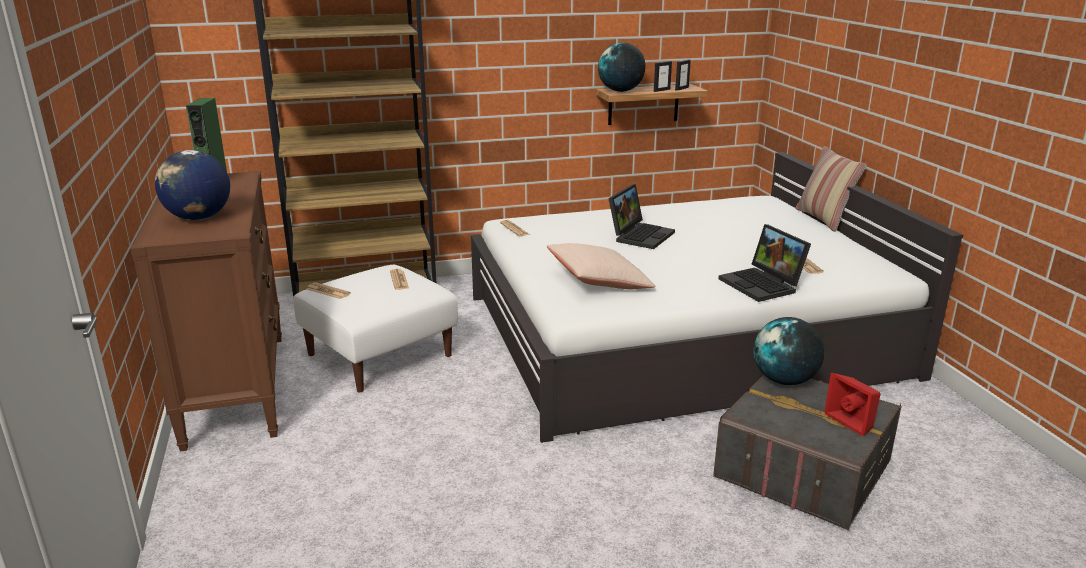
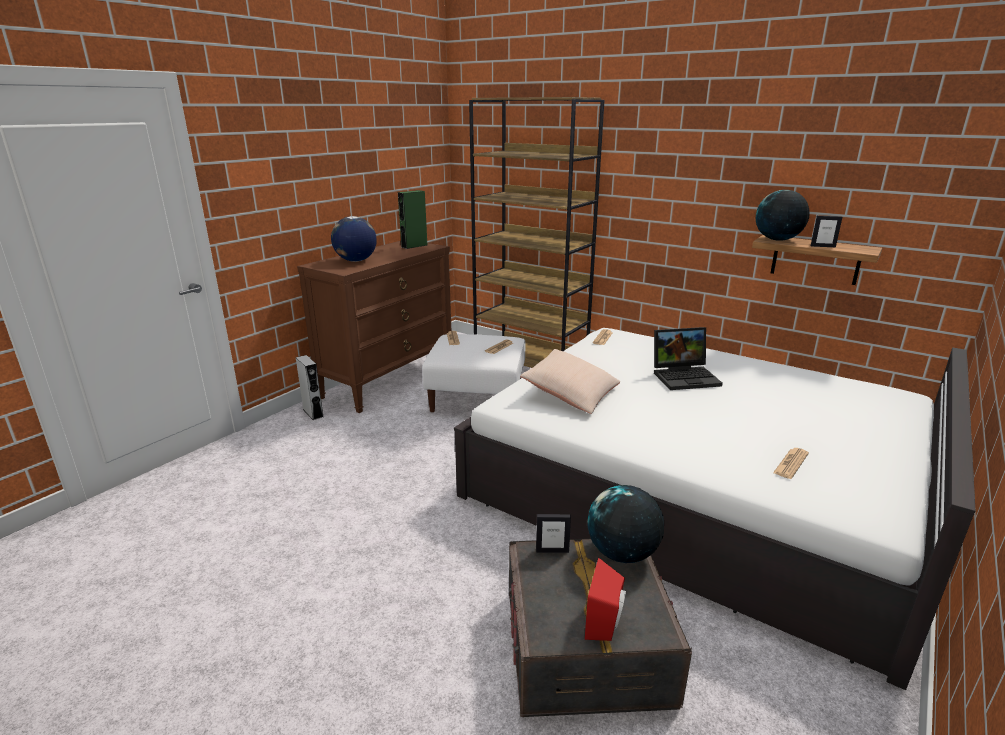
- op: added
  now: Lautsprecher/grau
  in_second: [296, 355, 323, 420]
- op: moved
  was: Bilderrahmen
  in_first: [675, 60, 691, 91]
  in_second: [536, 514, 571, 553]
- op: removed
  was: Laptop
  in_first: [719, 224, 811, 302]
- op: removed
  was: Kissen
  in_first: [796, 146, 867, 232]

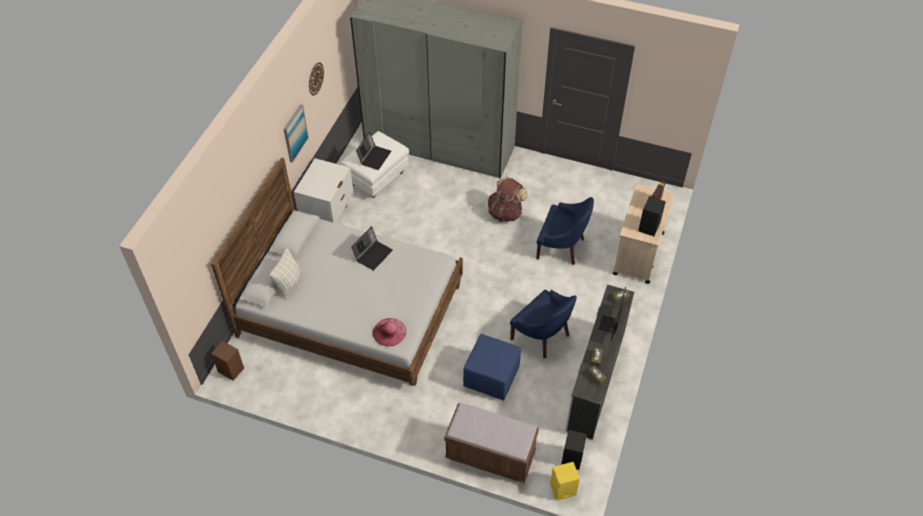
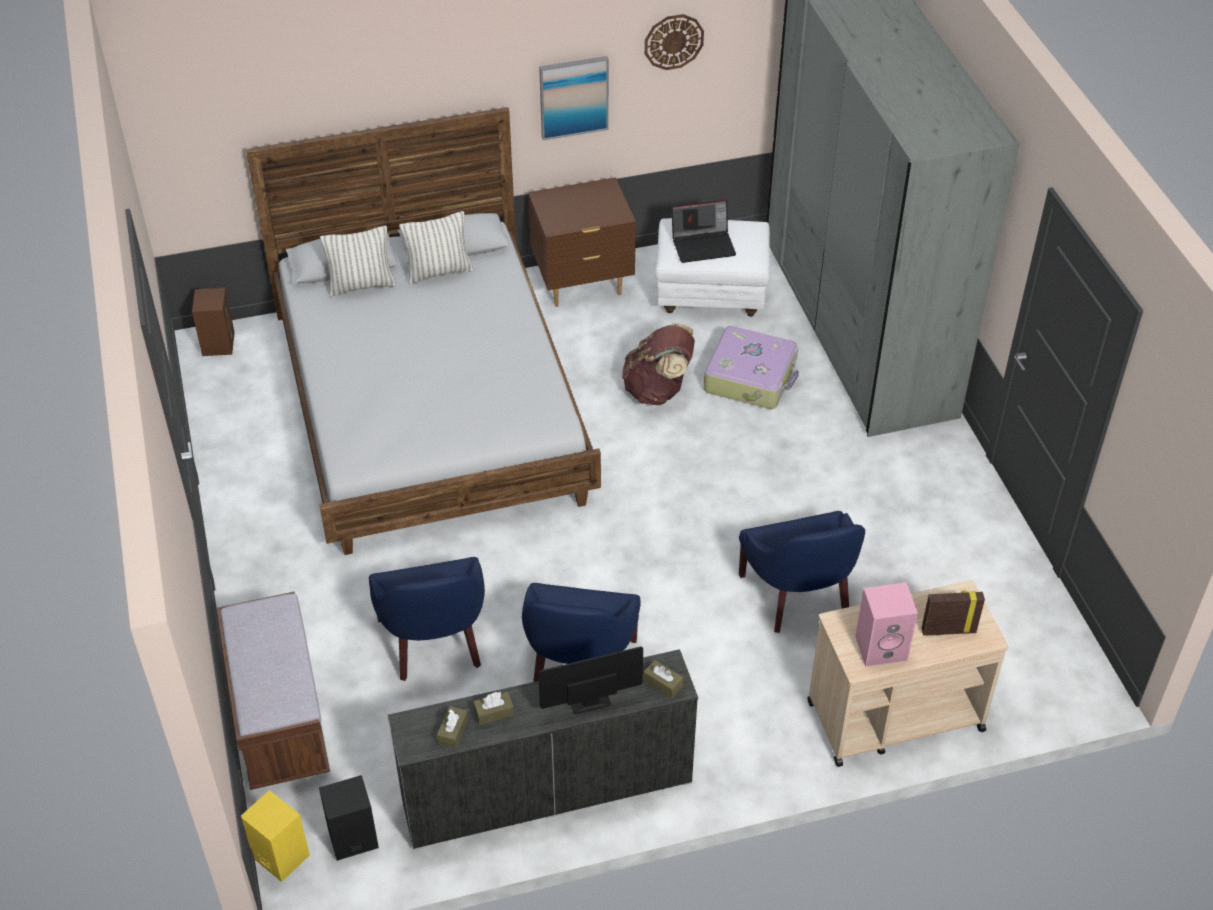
- op: replaced
  was: Polsterhocker/blau
  now: Sessel/blau
  in_first: [463, 334, 521, 401]
  in_second: [369, 557, 485, 681]
- op: added
  now: Kissen
  in_second: [399, 211, 473, 284]
- op: recoloured
  was: Nachttisch/weiß
  now: Nachttisch/braun
  in_first: [294, 158, 353, 223]
  in_second: [528, 177, 636, 307]
- op: moved
  was: Rucksack/braun
  in_first: [488, 177, 528, 222]
  in_second: [622, 323, 695, 405]
- op: added
  now: Koffer
  in_second: [704, 326, 799, 409]
- op: recoloured
  was: Lautsprecher/schwarz
  now: Lautsprecher/rosa
  in_first: [638, 196, 666, 236]
  in_second: [855, 582, 918, 667]
- op: removed
  was: Laptop
  in_first: [351, 226, 393, 271]
- op: removed
  was: Hut/rosa
  in_first: [373, 318, 407, 346]

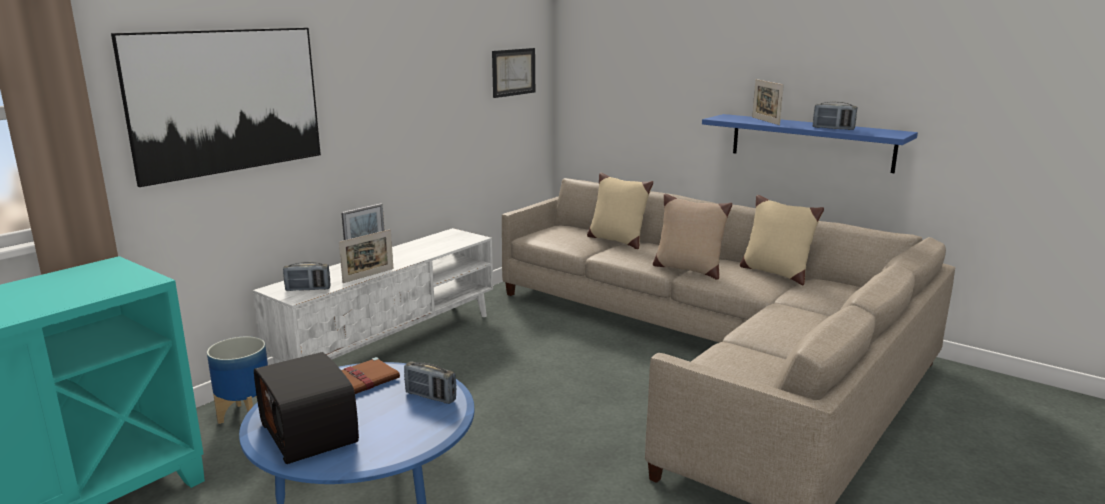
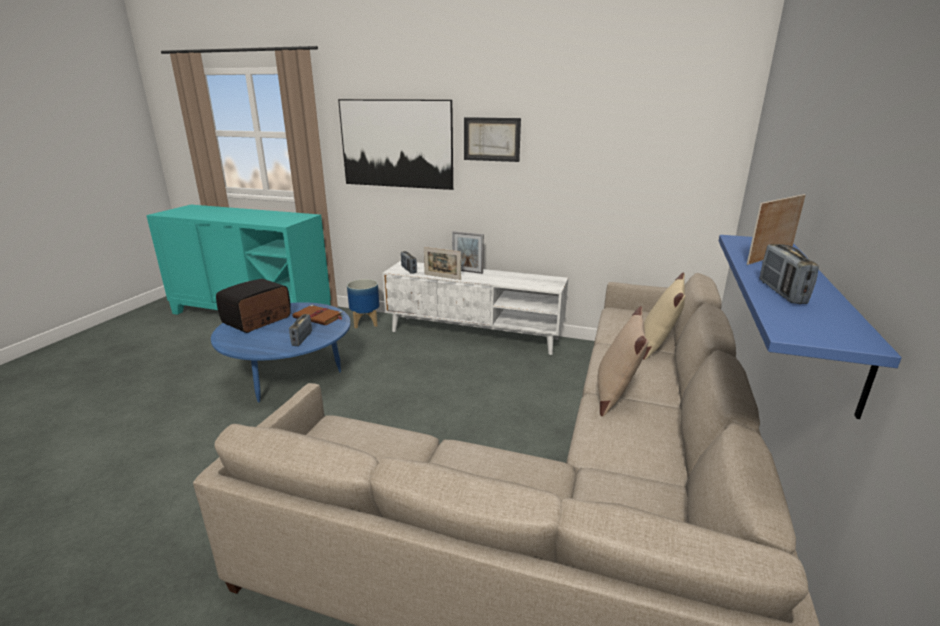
- op: moved
  was: Bild
  in_first: [492, 48, 535, 98]
  in_second: [464, 117, 521, 162]
- op: removed
  was: Kissen/beige
  in_first: [740, 195, 824, 285]

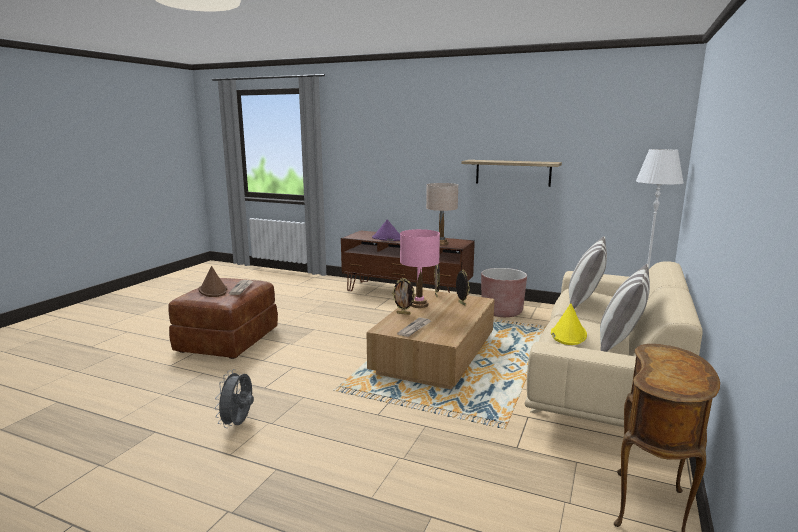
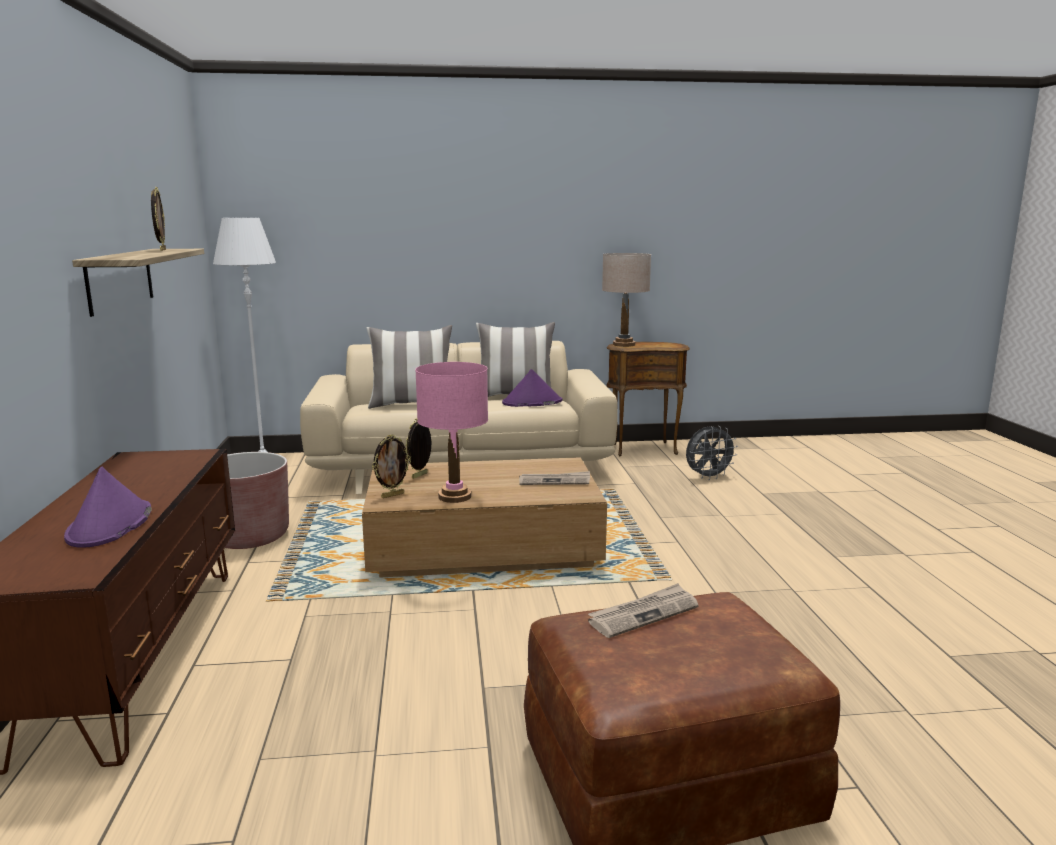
- op: moved
  was: Bilderrahmen
  in_first: [392, 278, 416, 315]
  in_second: [151, 187, 166, 251]
- op: recoloured
  was: Hut/gelb
  now: Hut/lila
  in_first: [551, 303, 587, 345]
  in_second: [502, 369, 562, 407]
- op: moved
  was: Tischlampe/beige
  in_first: [426, 183, 458, 245]
  in_second: [602, 253, 651, 347]
- op: moved
  was: Ventilator/grau
  in_first: [214, 369, 254, 428]
  in_second: [686, 426, 738, 480]
- op: removed
  was: Hut/braun
  in_first: [199, 266, 228, 297]

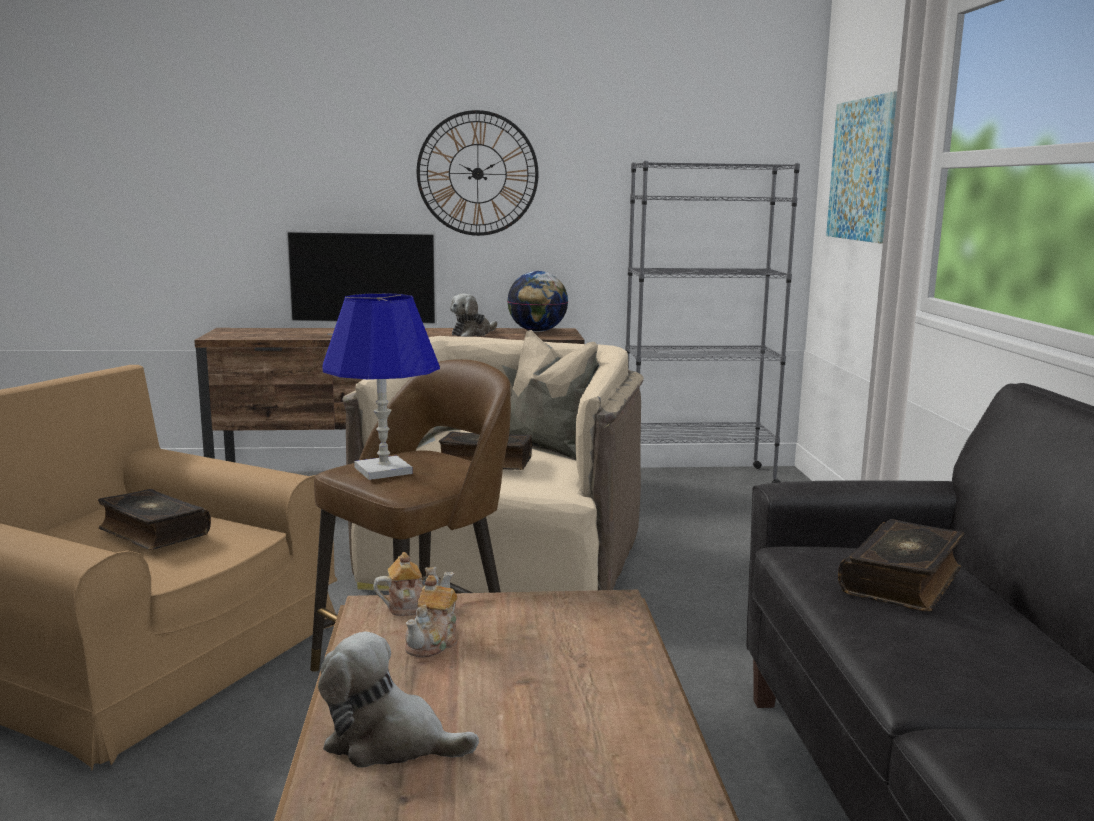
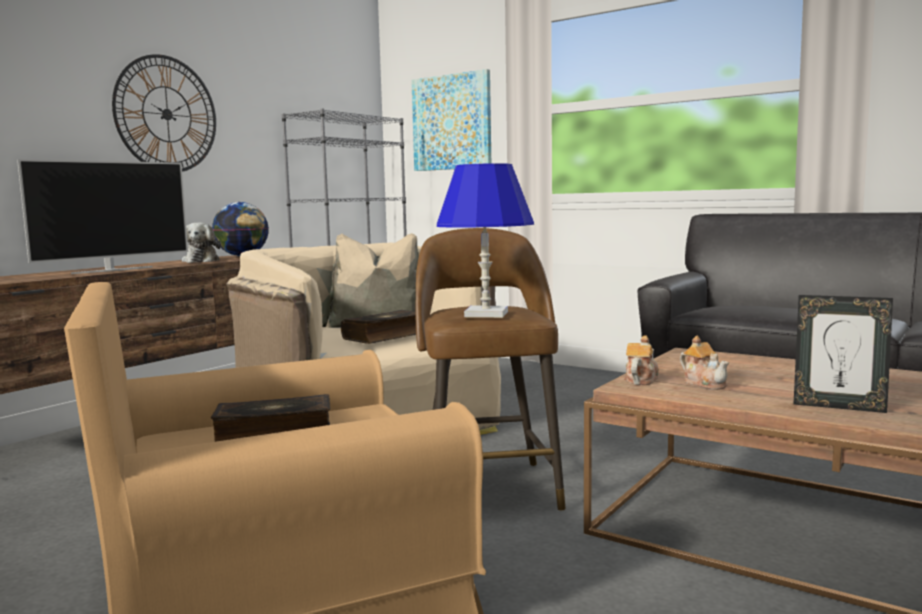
- op: replaced
  was: Plüschtier
  now: Bilderrahmen
  in_first: [318, 632, 479, 768]
  in_second: [794, 295, 893, 413]
- op: removed
  was: Buch
  in_first: [838, 519, 964, 611]

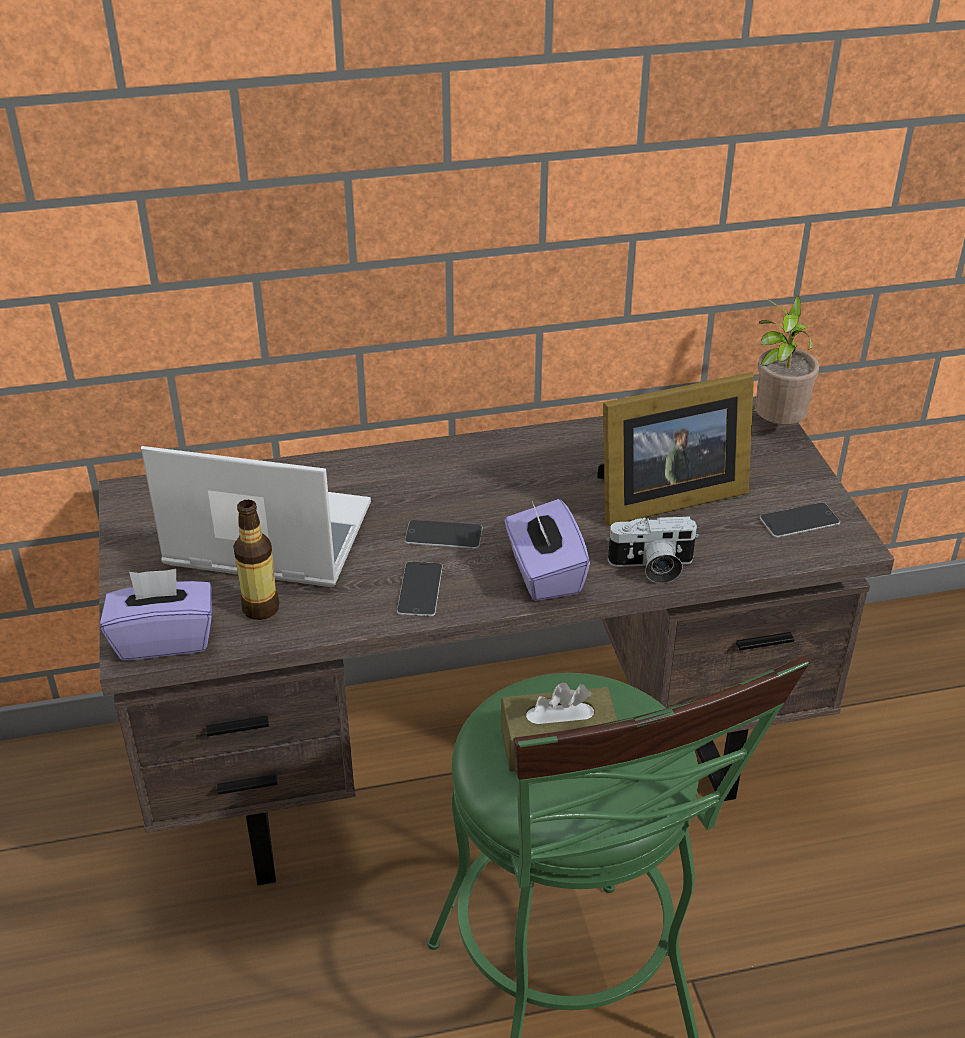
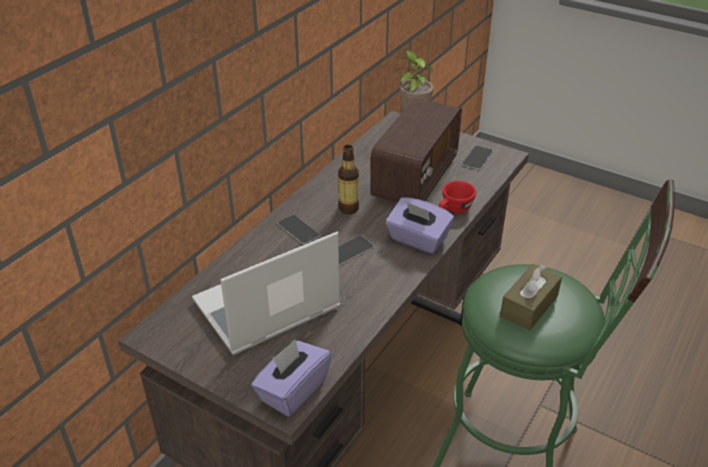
- op: moved
  was: Handy
  in_first: [397, 562, 442, 616]
  in_second: [277, 215, 320, 244]
- op: moved
  was: Flasche
  in_first: [233, 500, 279, 620]
  in_second: [338, 145, 359, 214]
- op: replaced
  was: Bilderrahmen
  now: Radio
  in_first: [597, 372, 754, 526]
  in_second: [370, 98, 462, 203]
- op: replaced
  was: Kamera
  now: Tasse/rot
  in_first: [606, 516, 699, 583]
  in_second: [439, 181, 476, 213]

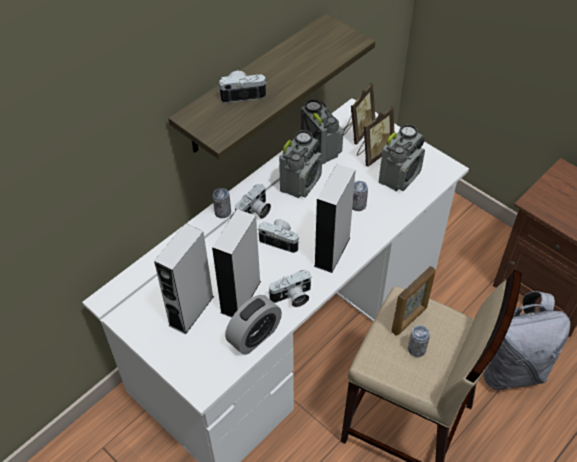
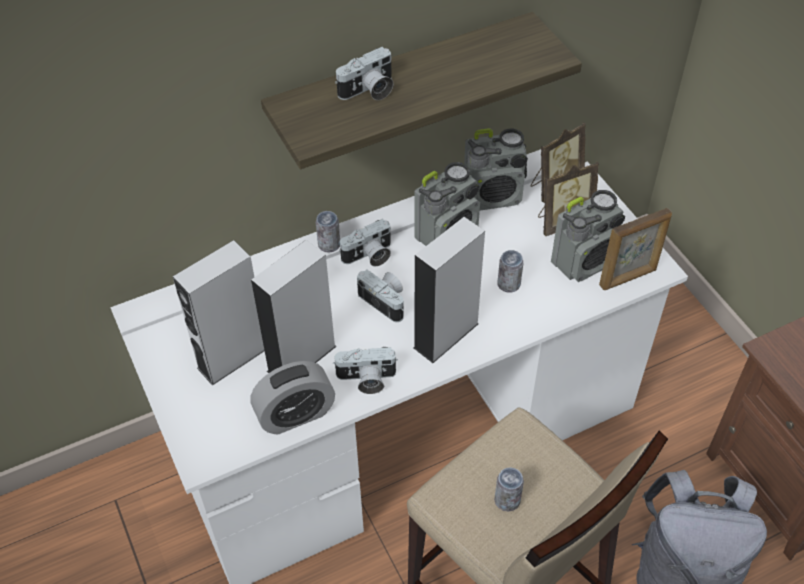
- op: turned
  was: Kamera
  in_first: [218, 71, 267, 103]
  in_second: [335, 47, 394, 100]
  clockwise: 135
- op: turned
  was: Radio
  in_first: [301, 99, 343, 165]
  in_second: [464, 128, 528, 210]
  clockwise: 90
- op: moved
  was: Bilderrahmen
  in_first: [391, 266, 436, 336]
  in_second: [599, 208, 672, 290]

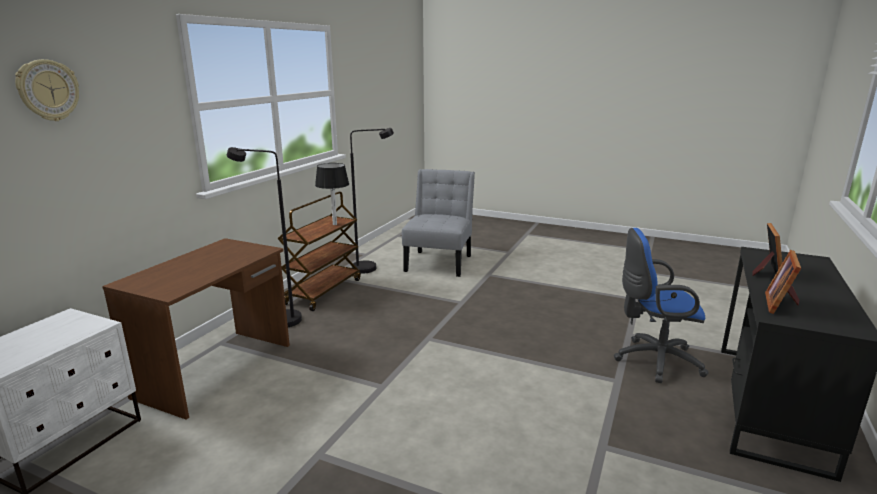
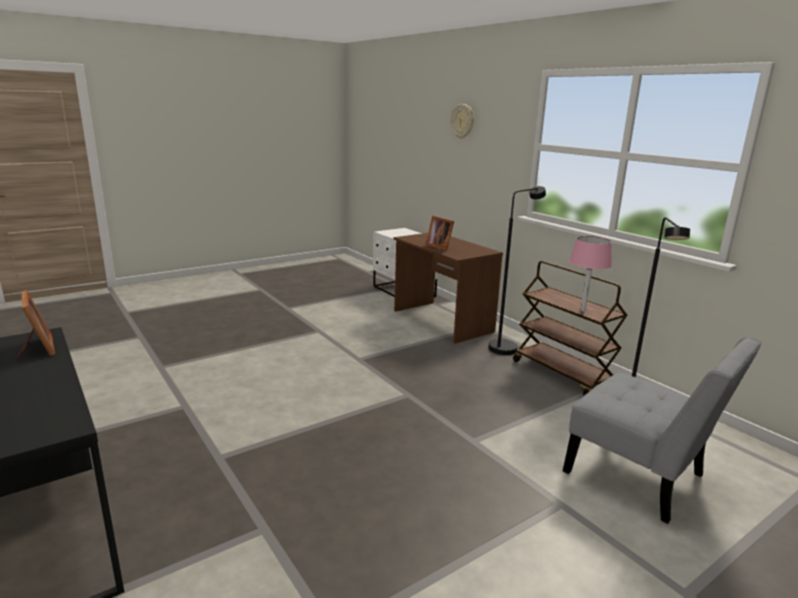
- op: moved
  was: Bilderrahmen
  in_first: [752, 223, 782, 276]
  in_second: [425, 216, 454, 251]
- op: recoloured
  was: Tischlampe/schwarz
  now: Tischlampe/rosa
  in_first: [315, 163, 349, 225]
  in_second: [569, 236, 612, 312]
- op: removed
  was: Bürostuhl/blau
  in_first: [614, 228, 709, 383]

